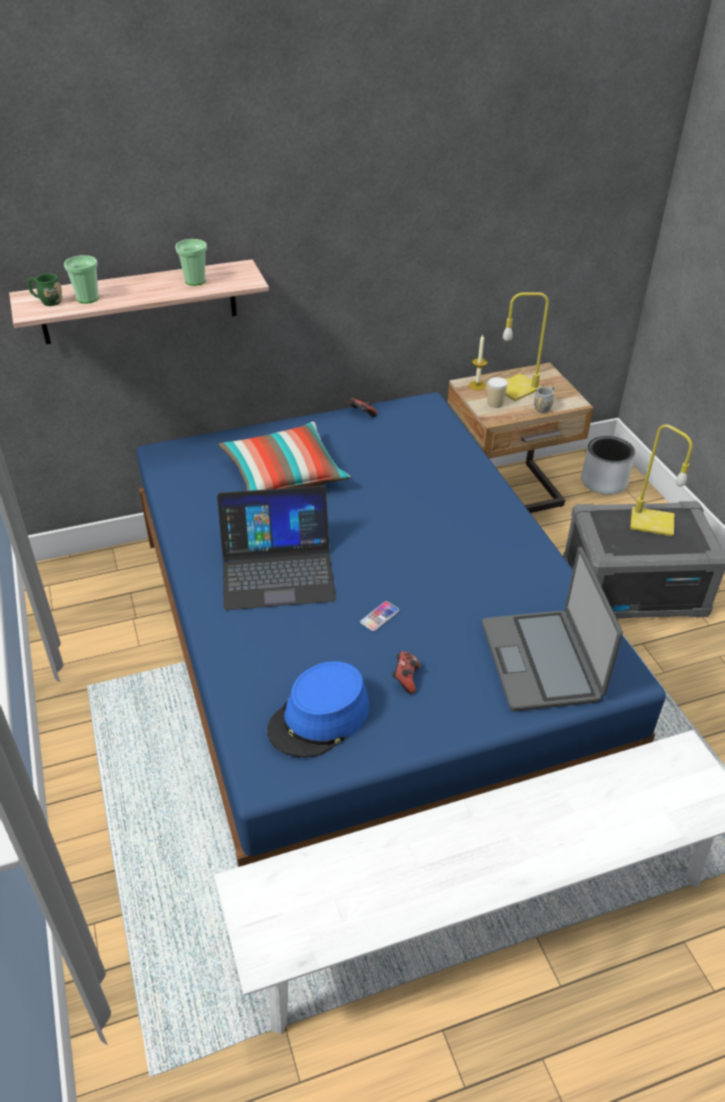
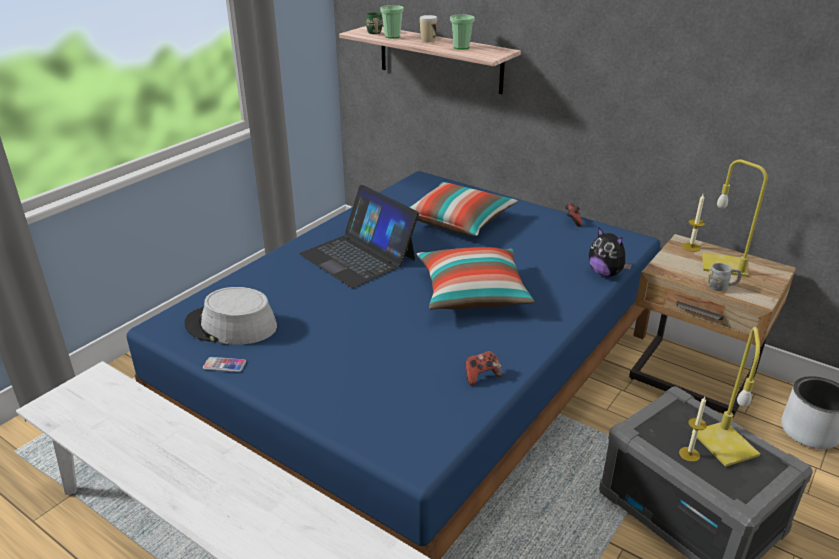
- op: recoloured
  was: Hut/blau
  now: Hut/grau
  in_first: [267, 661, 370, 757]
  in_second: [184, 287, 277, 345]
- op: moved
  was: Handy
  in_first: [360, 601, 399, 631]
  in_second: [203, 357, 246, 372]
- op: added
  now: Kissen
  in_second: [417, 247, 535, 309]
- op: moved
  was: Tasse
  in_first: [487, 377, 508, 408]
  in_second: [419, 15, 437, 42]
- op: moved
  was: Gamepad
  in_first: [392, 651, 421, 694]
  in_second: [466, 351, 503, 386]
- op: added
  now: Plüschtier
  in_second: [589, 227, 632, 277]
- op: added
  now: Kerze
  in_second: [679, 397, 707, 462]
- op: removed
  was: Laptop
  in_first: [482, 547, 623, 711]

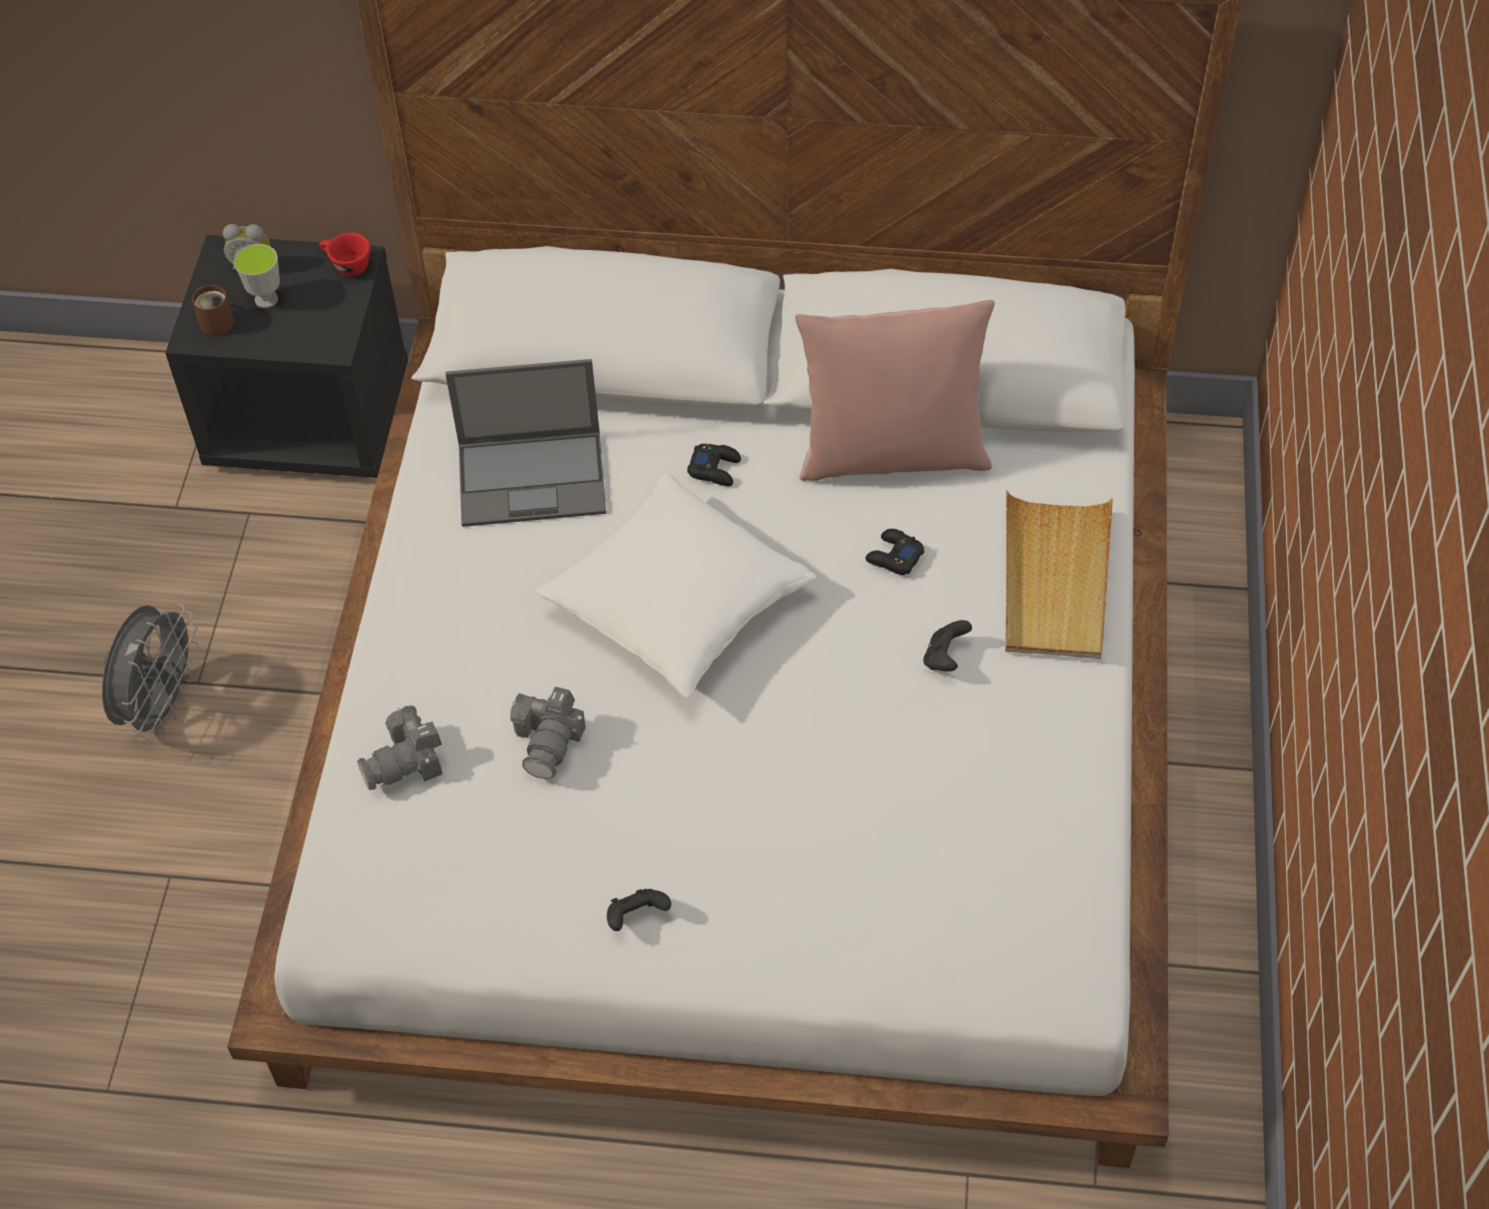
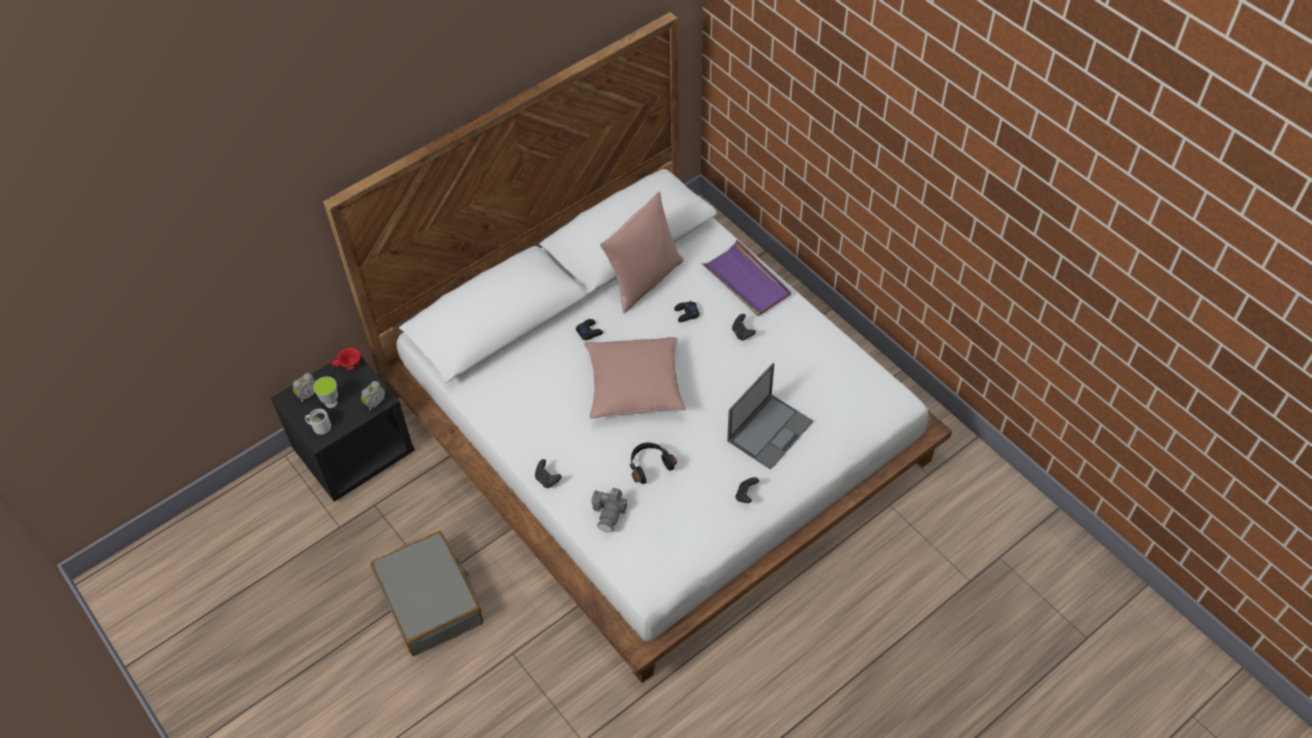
- op: recoloured
  was: Henkelbecher/braun
  now: Henkelbecher/weiß
  in_first: [192, 285, 234, 336]
  in_second: [305, 409, 331, 435]
- op: added
  now: Wecker
  in_second: [361, 381, 385, 411]
- op: replaced
  was: Ventilator/grau
  now: Koffer/grau
  in_first: [102, 604, 199, 741]
  in_second: [371, 531, 483, 656]
- op: added
  now: Gamepad/schwarz
  in_second: [535, 459, 562, 488]
- op: recoloured
  was: Kissen/weiß
  now: Kissen/rosa
  in_first: [536, 473, 817, 698]
  in_second: [584, 337, 686, 419]
- op: replaced
  was: Kamera
  now: Kopfhörer/schwarz
  in_first: [510, 687, 586, 779]
  in_second: [630, 442, 677, 484]
- op: recoloured
  was: Tablett/beige
  now: Tablett/lila
  in_first: [1005, 491, 1113, 659]
  in_second: [701, 240, 791, 316]
- op: moved
  was: Laptop
  in_first: [446, 359, 606, 527]
  in_second: [727, 363, 813, 470]

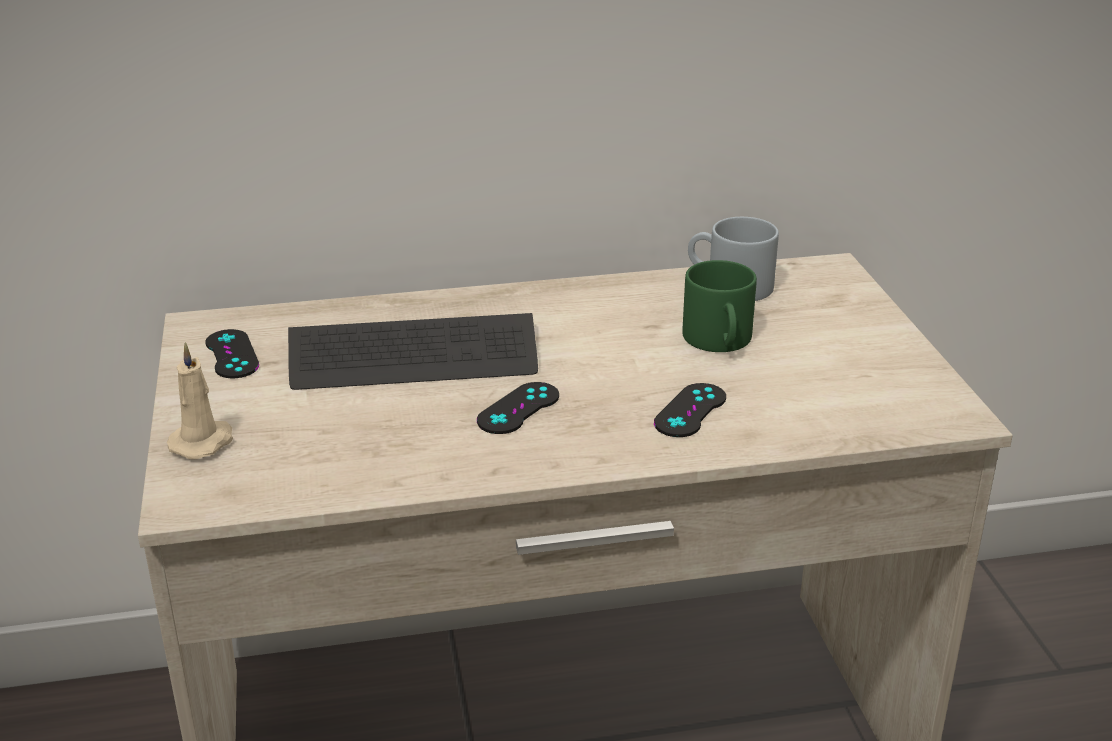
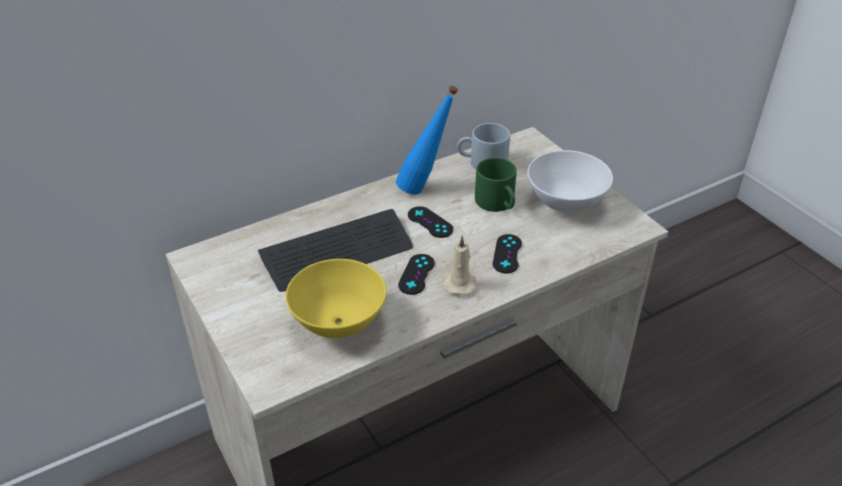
- op: added
  now: Schüssel/gelb
  in_second: [286, 259, 386, 338]
- op: added
  now: Flasche/blau
  in_second: [396, 86, 458, 195]
- op: moved
  was: Gamepad/schwarz
  in_first: [206, 329, 259, 378]
  in_second: [408, 206, 453, 238]
- op: moved
  was: Kerze/beige
  in_first: [167, 342, 233, 460]
  in_second: [443, 235, 476, 296]
- op: added
  now: Schüssel/weiß
  in_second: [527, 150, 613, 213]

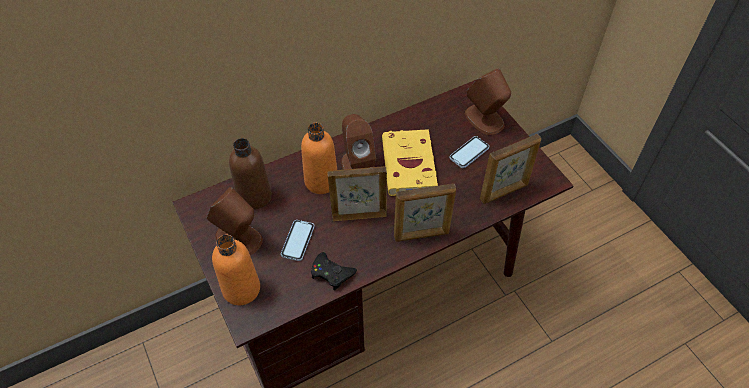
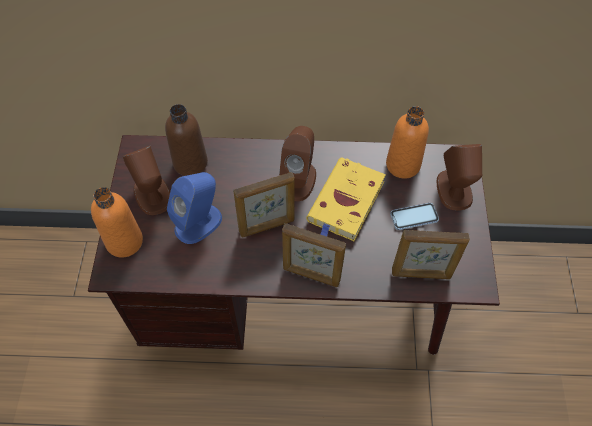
- op: replaced
  was: Handy
  now: Lautsprecher/blau
  in_first: [281, 220, 315, 261]
  in_second: [167, 172, 222, 244]
- op: turned
  was: Bilderrahmen
  in_first: [327, 166, 387, 221]
  in_second: [233, 172, 295, 237]
  clockwise: 135
- op: moved
  was: Flasche/orange
  in_first: [301, 123, 337, 194]
  in_second: [386, 106, 429, 179]
- op: removed
  was: Gamepad/schwarz
  in_first: [311, 252, 357, 291]

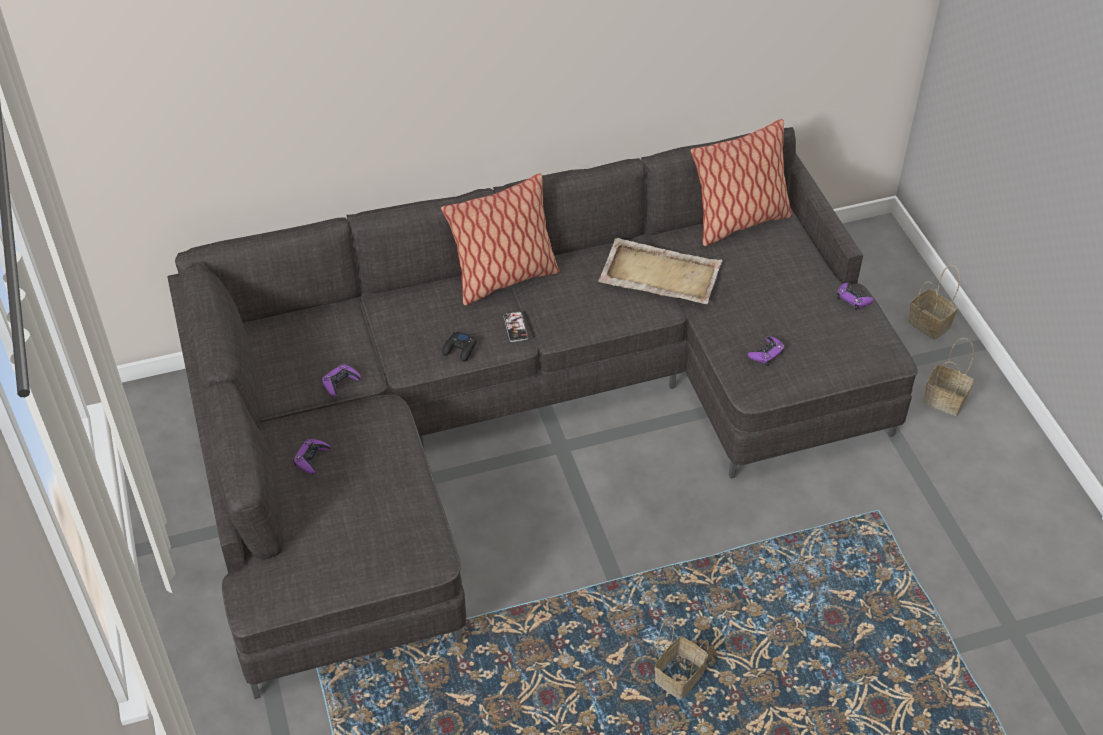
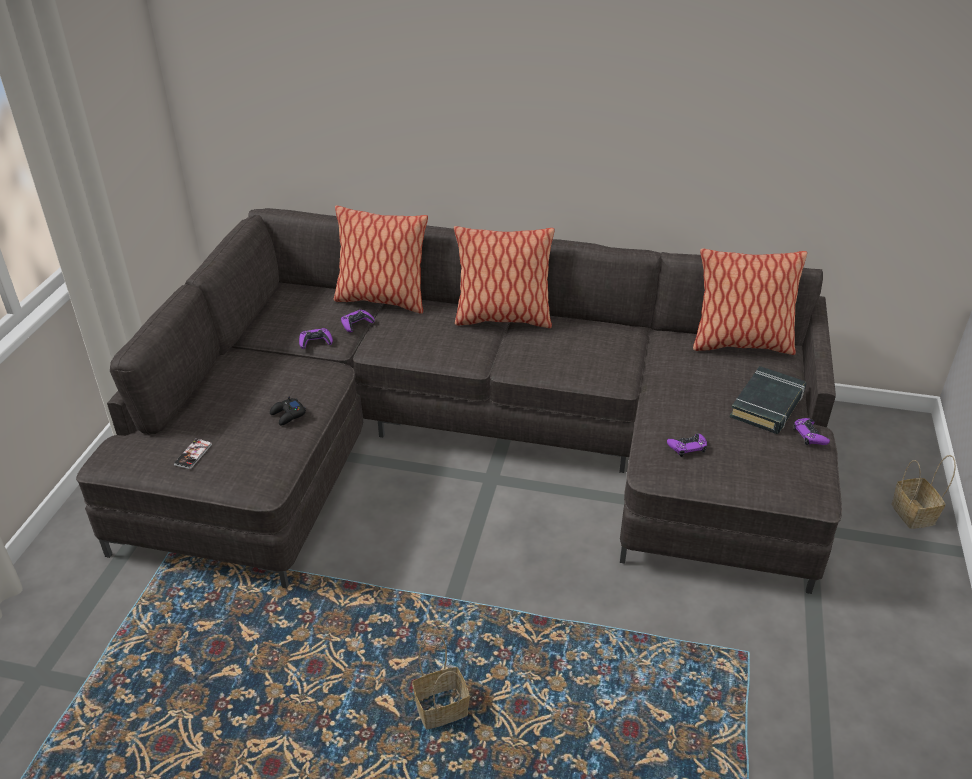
- op: moved
  was: Handy
  in_first: [504, 312, 528, 342]
  in_second: [174, 439, 212, 469]
- op: moved
  was: Gamepad/schwarz
  in_first: [442, 331, 477, 362]
  in_second: [270, 397, 306, 426]
- op: added
  now: Kissen
  in_second: [334, 205, 428, 314]
- op: moved
  was: Gamepad/lila
  in_first: [293, 439, 330, 474]
  in_second: [341, 310, 375, 332]
- op: added
  now: Buch/schwarz
  in_second: [730, 366, 806, 434]
- op: removed
  was: Tablett/beige
  in_first: [598, 238, 723, 304]
- op: removed
  was: Korb
  in_first: [923, 338, 974, 416]

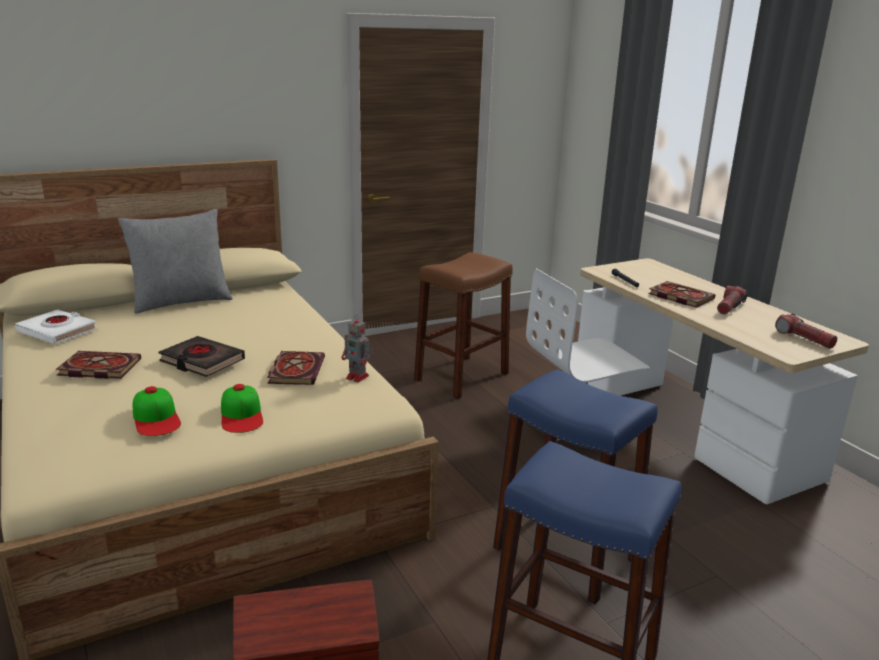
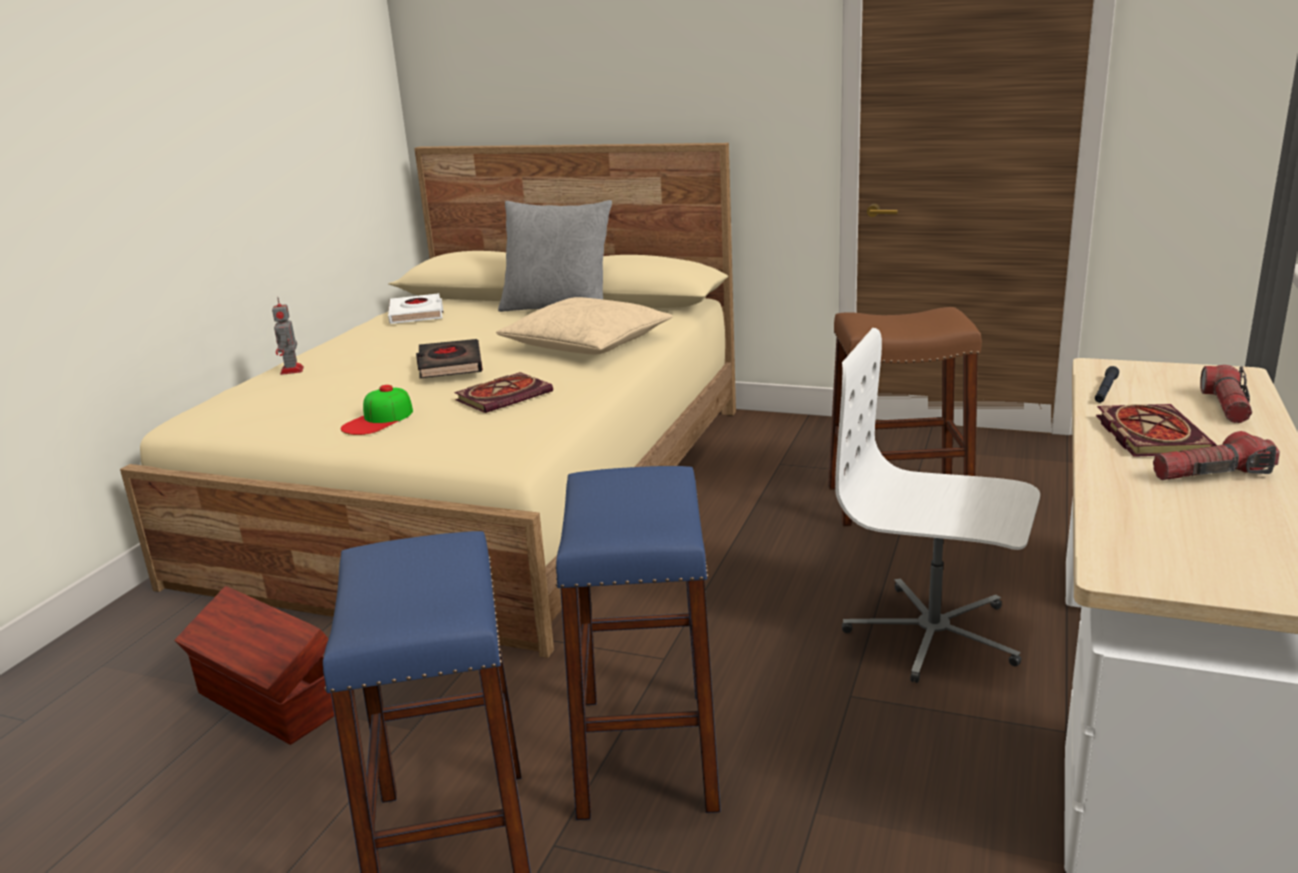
- op: moved
  was: Spielzeugroboter
  in_first: [342, 314, 373, 383]
  in_second: [272, 297, 304, 375]
- op: added
  now: Kissen/beige
  in_second: [496, 297, 673, 355]
- op: moved
  was: Taschenlampe
  in_first: [775, 313, 837, 349]
  in_second: [1200, 365, 1252, 423]
- op: removed
  was: Buch
  in_first: [56, 351, 141, 379]
- op: removed
  was: Kappe
  in_first: [133, 386, 181, 436]

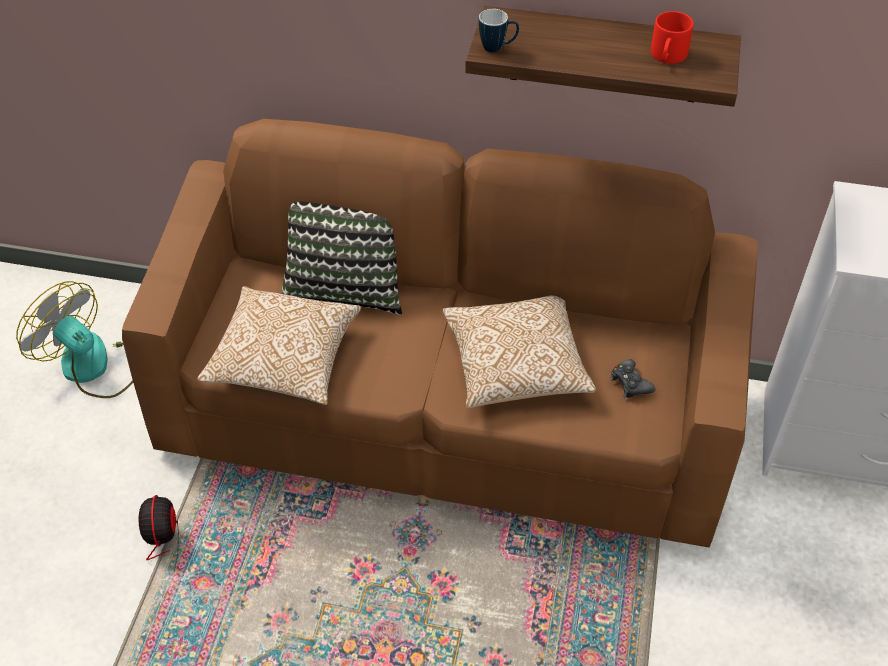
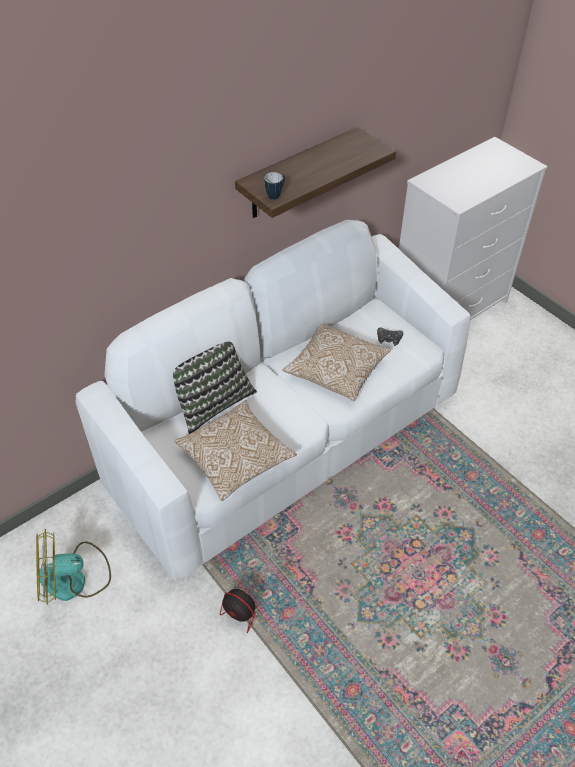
- op: recoloured
  was: Sofa/braun
  now: Sofa/weiß
  in_first: [122, 119, 758, 548]
  in_second: [76, 220, 471, 582]
- op: removed
  was: Henkelbecher/rot
  in_first: [651, 11, 694, 64]

